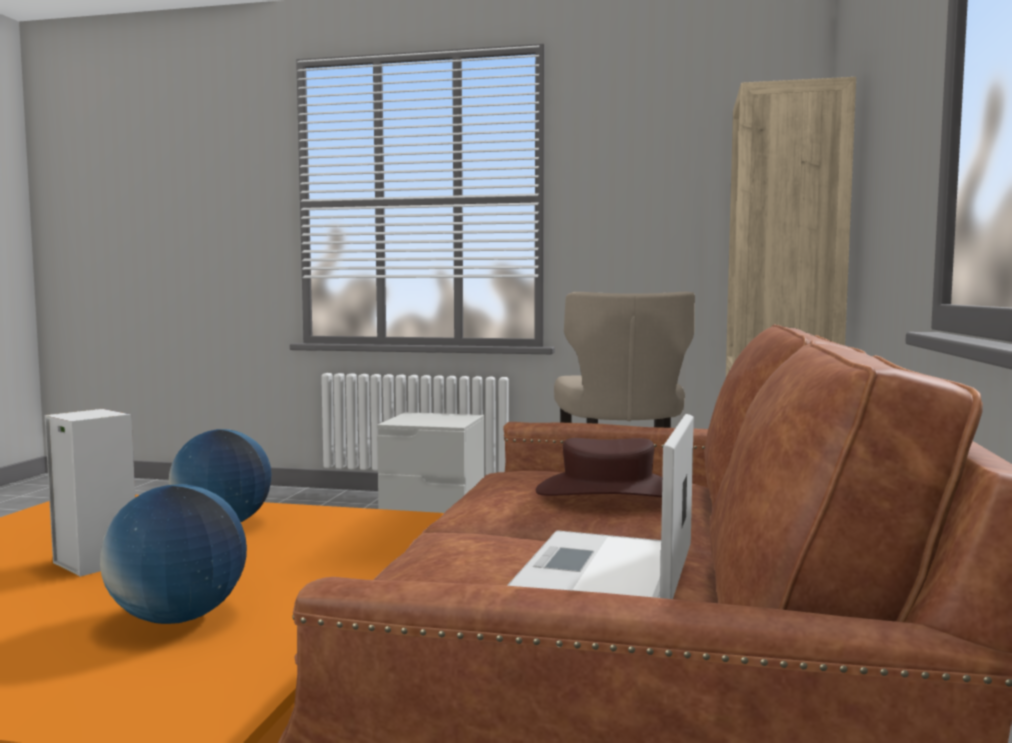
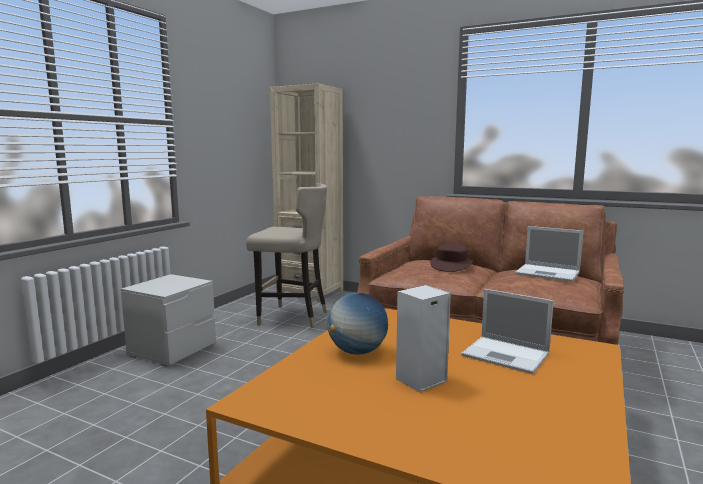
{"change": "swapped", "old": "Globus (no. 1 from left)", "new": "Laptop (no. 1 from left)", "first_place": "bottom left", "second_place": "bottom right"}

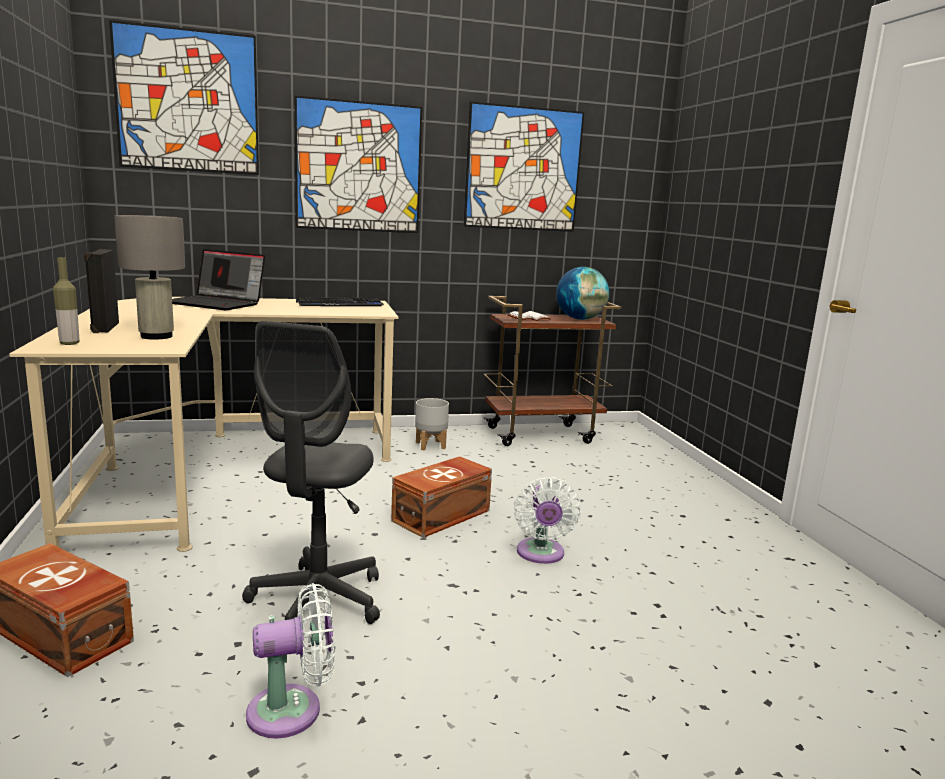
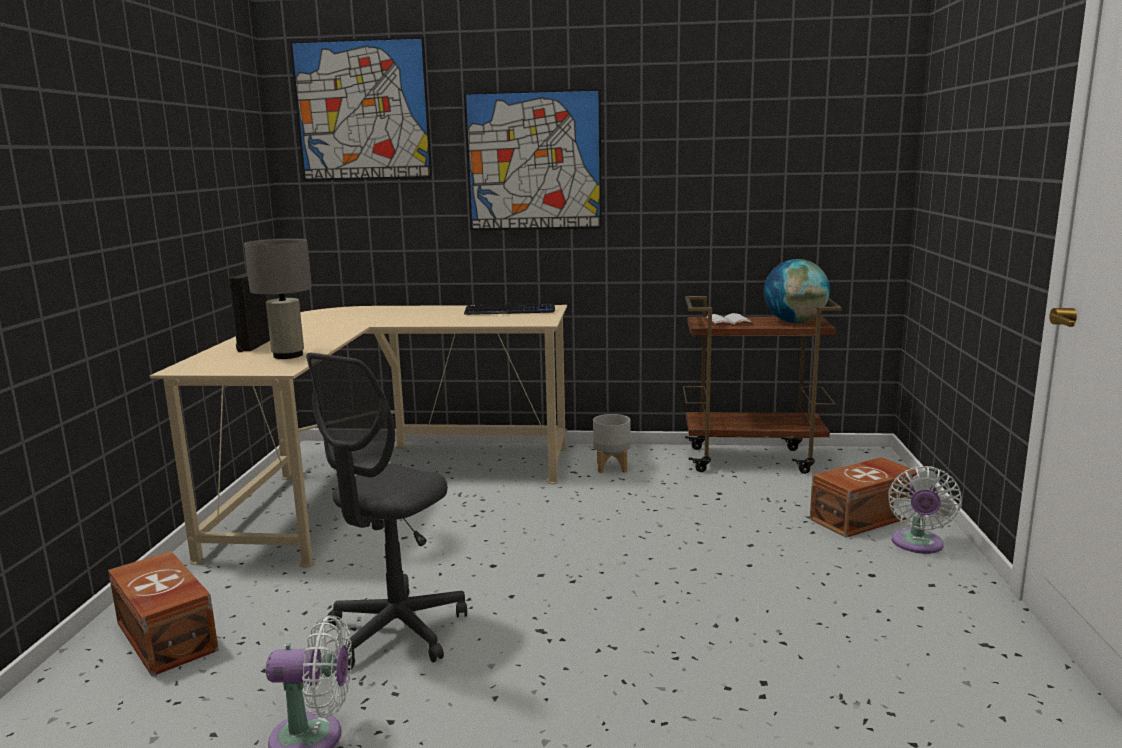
{"change": "gone", "old": "Flasche", "first_place": "middle left"}
{"change": "gone", "old": "Laptop", "first_place": "middle left"}
{"change": "gone", "old": "Bild (no. 3 from left)", "first_place": "top centre"}
{"change": "shifted", "old": "Aufbewahrungsbox [braun] (no. 2 from left)", "first_place": "centre", "second_place": "middle right"}
{"change": "shifted", "old": "Ventilator [weiß] (no. 2 from left)", "first_place": "bottom centre", "second_place": "bottom right"}

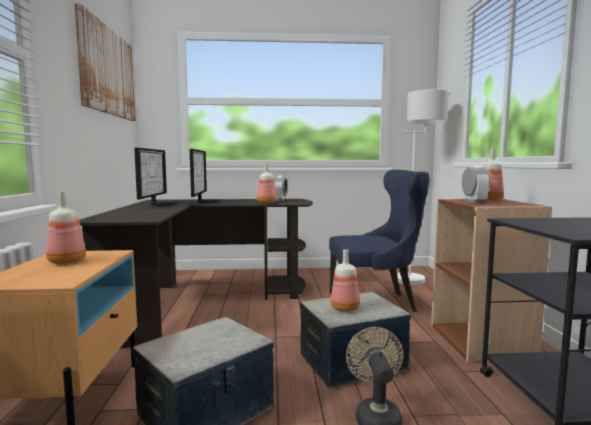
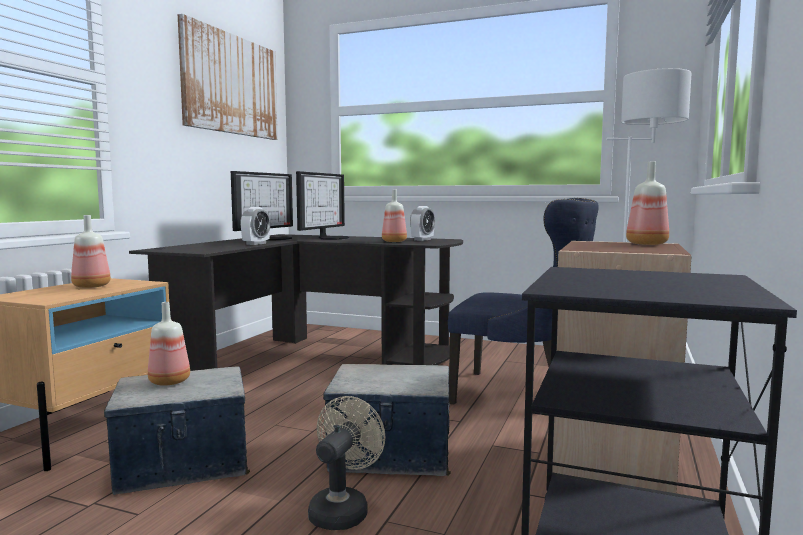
{"change": "shifted", "old": "Flasche (no. 3 from left in the first image)", "new": "Flasche (no. 2 from left)", "first_place": "centre", "second_place": "middle left"}
{"change": "shifted", "old": "Wecker (no. 2 from left in the first image)", "new": "Wecker (no. 1 from left)", "first_place": "middle right", "second_place": "middle left"}

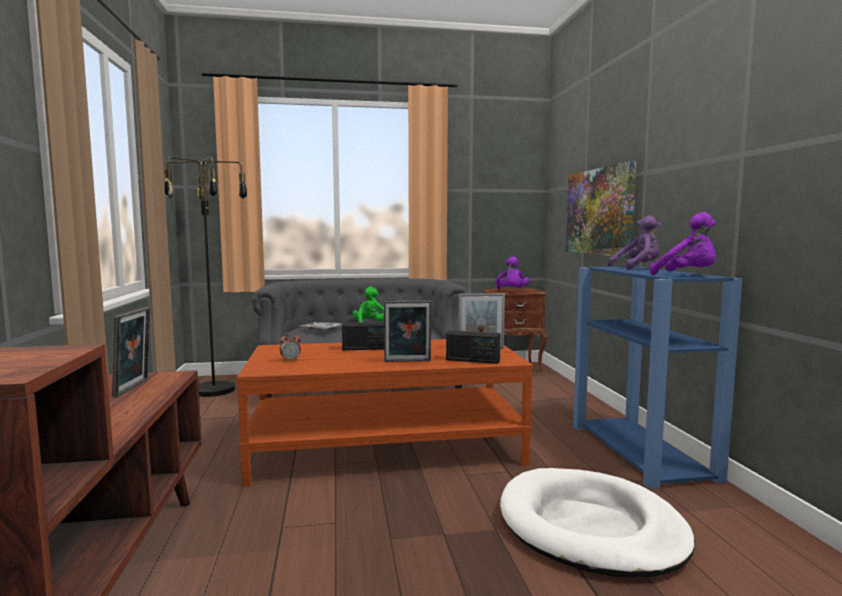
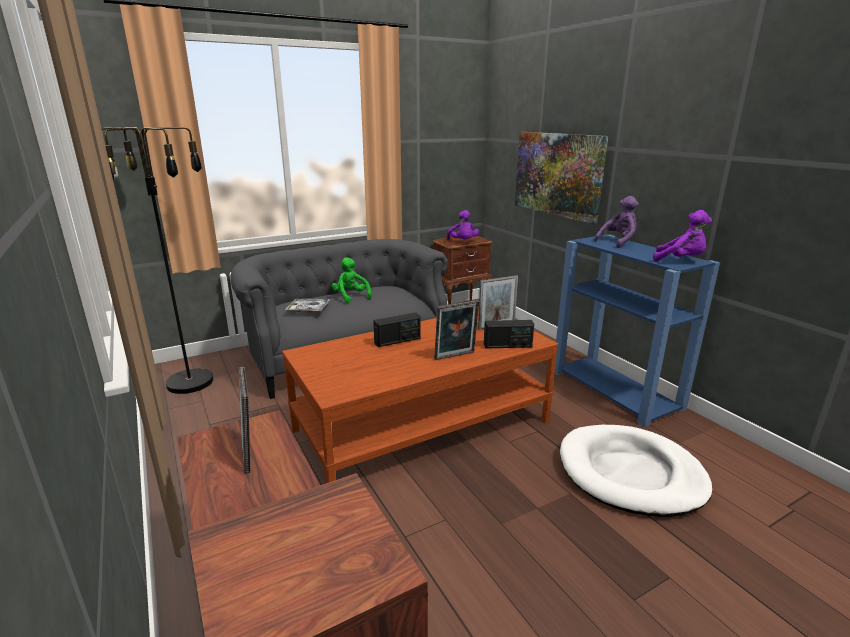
{"change": "gone", "old": "Wecker", "first_place": "centre"}

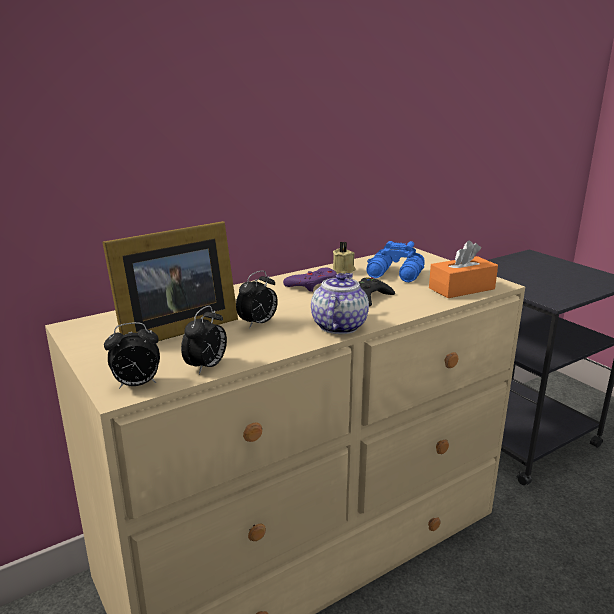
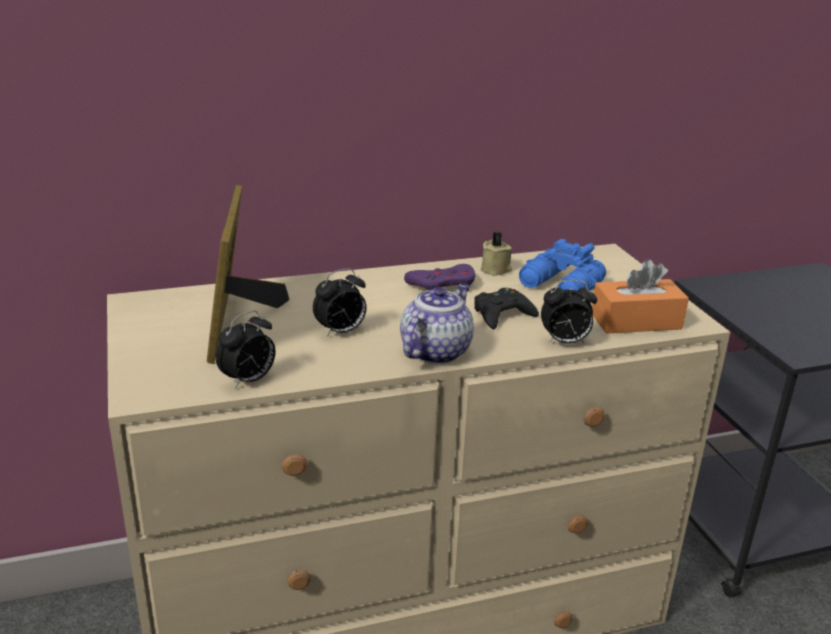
{"change": "shifted", "old": "Wecker (no. 1 from left in the first image)", "new": "Wecker (no. 3 from left)", "first_place": "middle left", "second_place": "middle right"}
{"change": "rotated", "old": "Bilderrahmen", "first_place": "middle left", "second_place": "middle left", "degrees": 105}

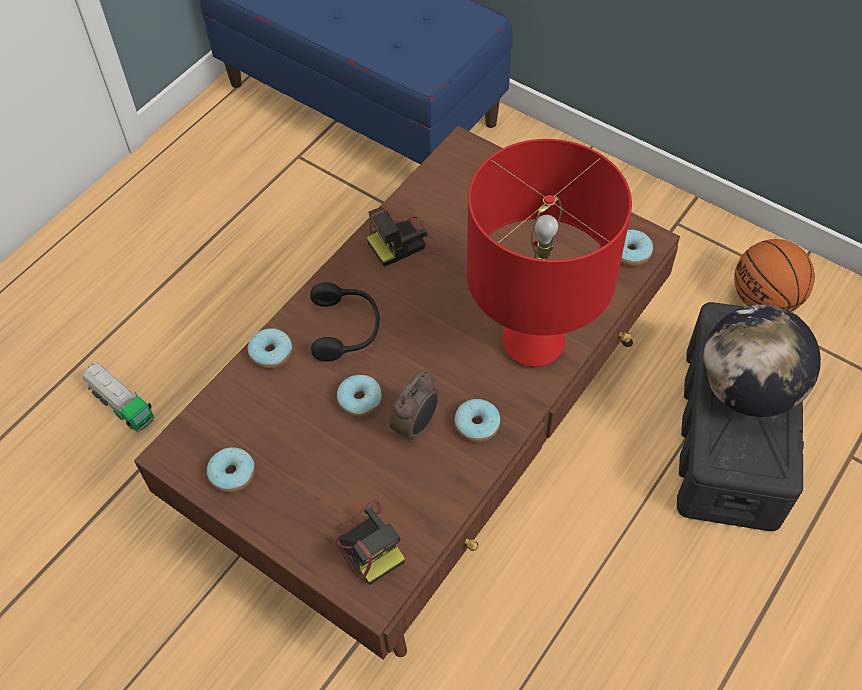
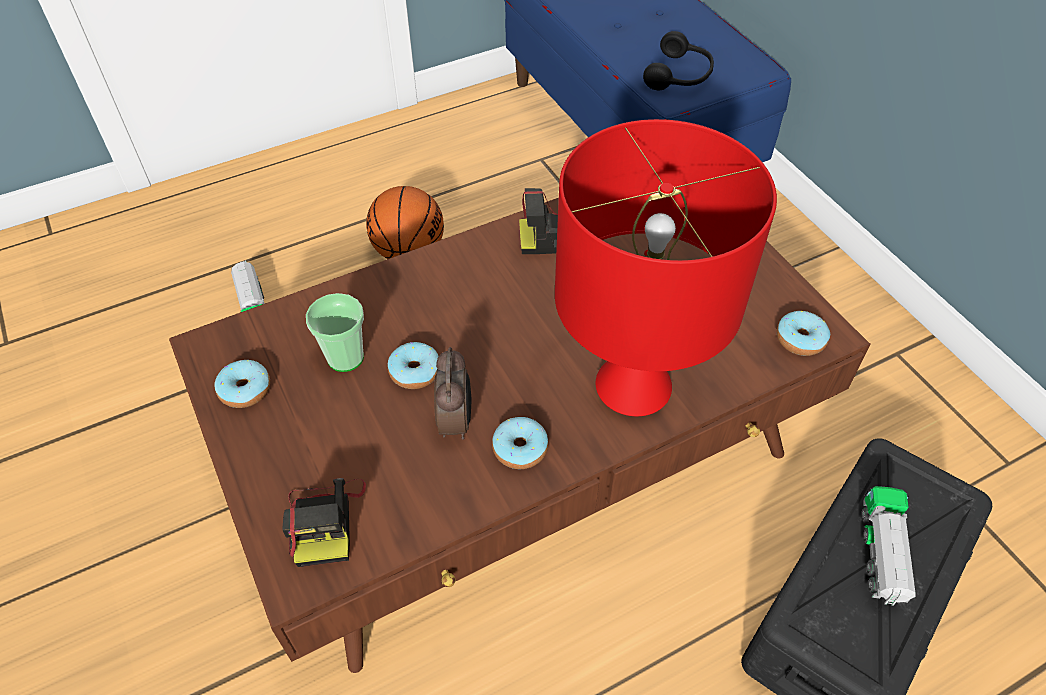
{"change": "gone", "old": "Donut (no. 2 from left)", "first_place": "middle left"}
{"change": "new", "new": "Tasse", "second_place": "middle left"}
{"change": "shifted", "old": "Kopfhörer [schwarz]", "first_place": "centre", "second_place": "top centre"}
{"change": "shifted", "old": "Basketball", "first_place": "middle right", "second_place": "top centre"}
{"change": "swapped", "old": "Globus", "new": "Spielzeuglaster (no. 2 from left)", "first_place": "middle right", "second_place": "bottom right"}
{"change": "rotated", "old": "Wecker", "first_place": "centre", "second_place": "centre", "degrees": -60}

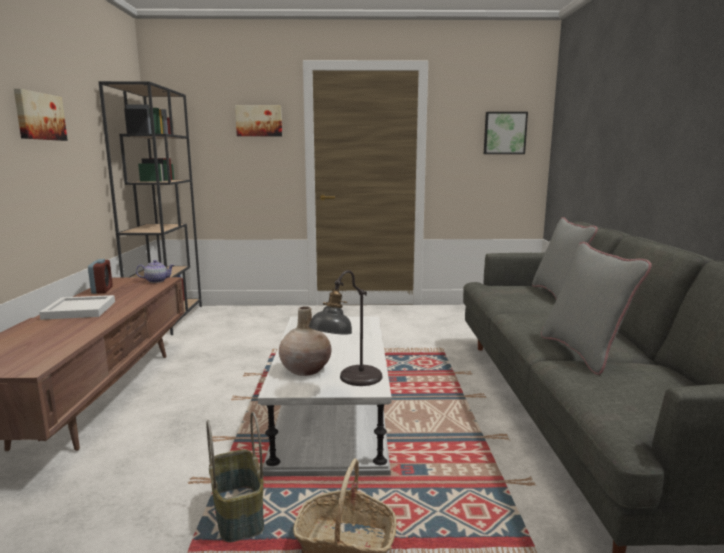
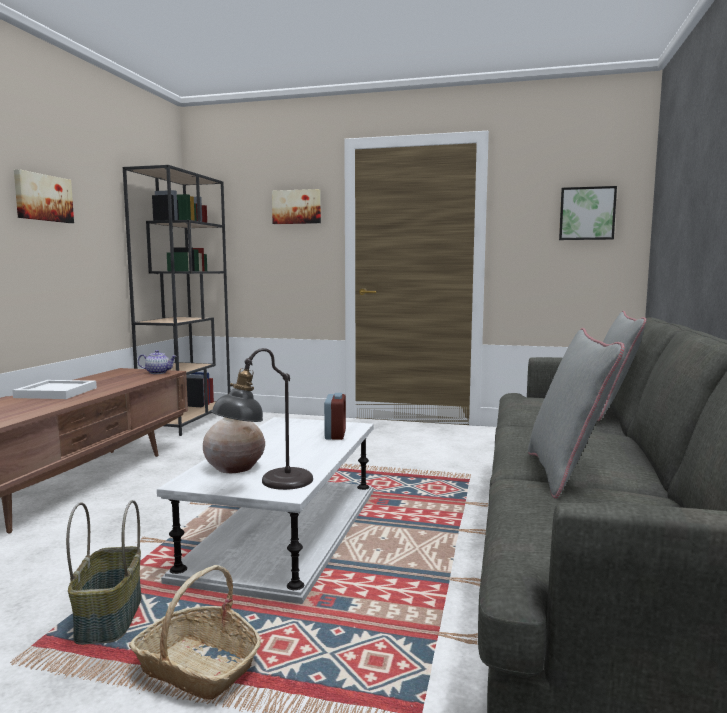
{"change": "shifted", "old": "Wecker", "first_place": "middle left", "second_place": "centre"}

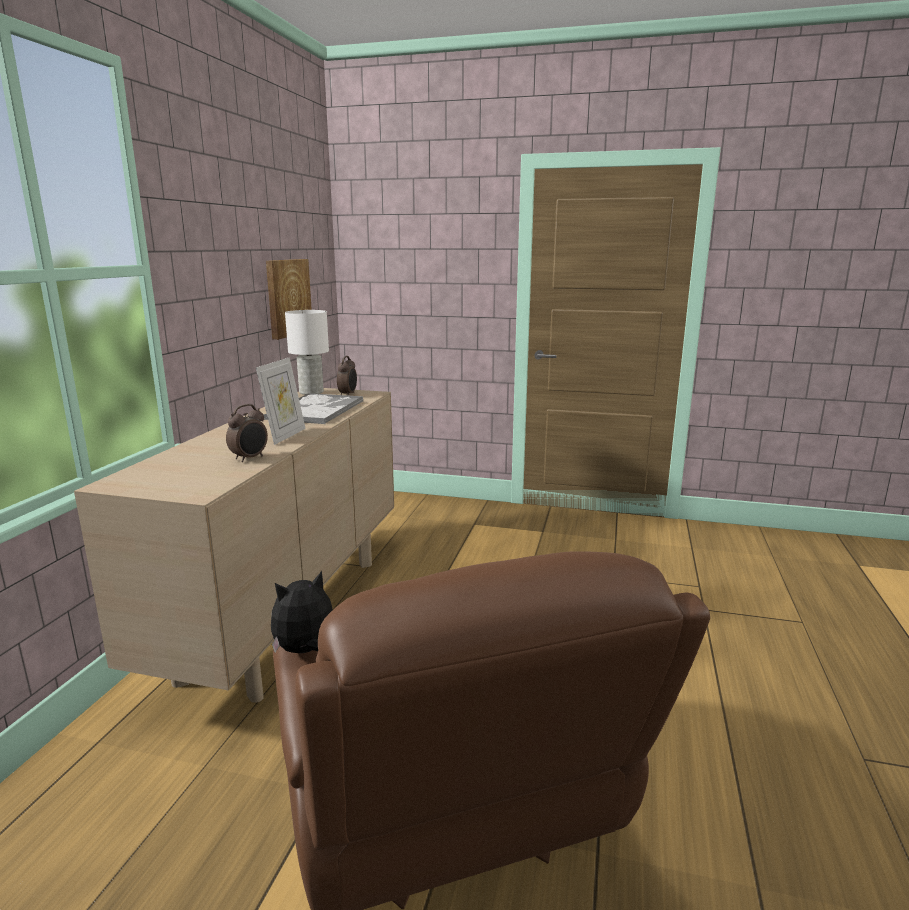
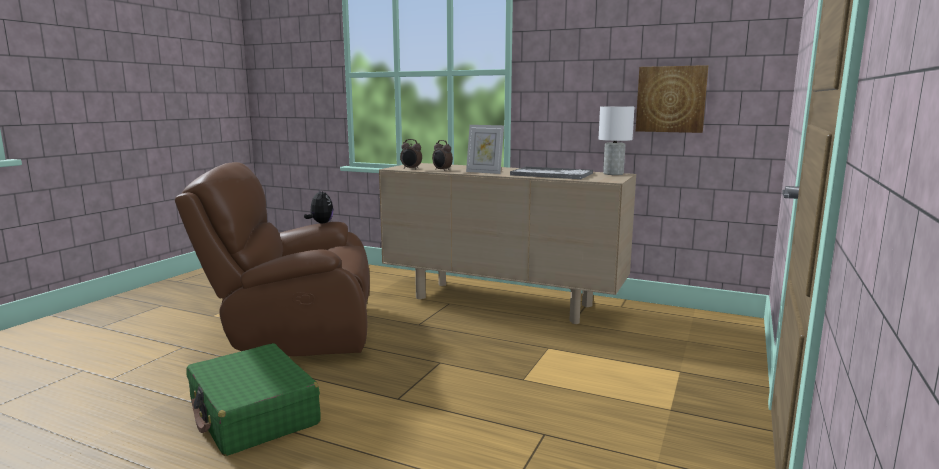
{"change": "new", "new": "Koffer [grün]", "second_place": "bottom left"}
{"change": "shifted", "old": "Wecker (no. 2 from left in the first image)", "new": "Wecker (no. 1 from left)", "first_place": "centre", "second_place": "top centre"}

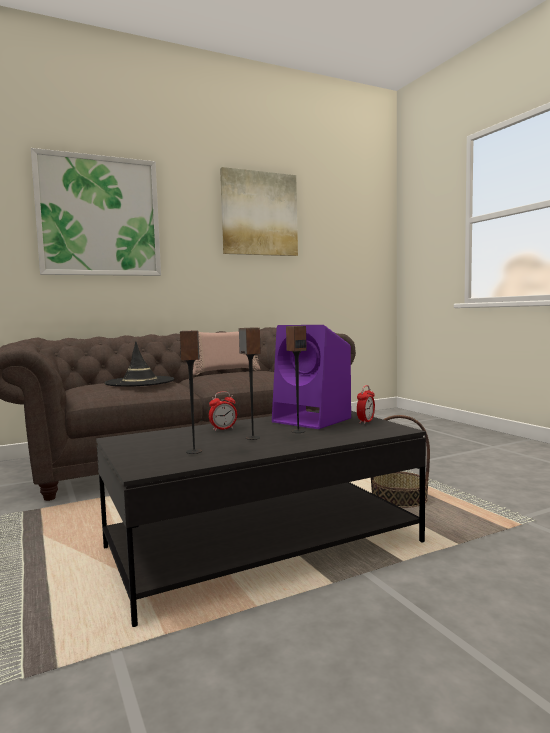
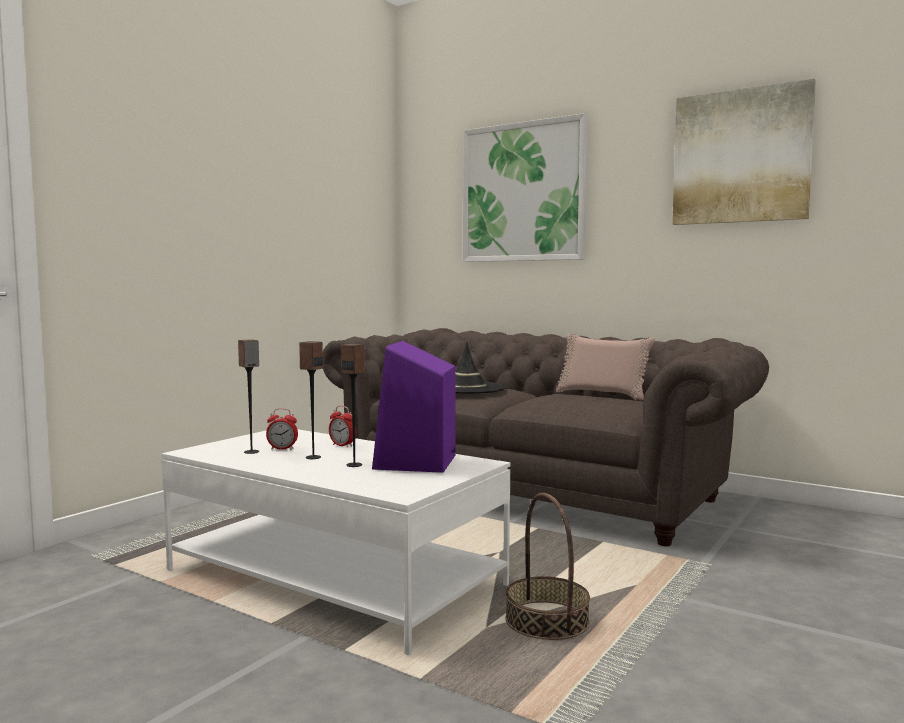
{"change": "shifted", "old": "Wecker (no. 2 from left in the first image)", "new": "Wecker (no. 1 from left)", "first_place": "centre", "second_place": "middle left"}
{"change": "repainted", "old": "Couchtisch [schwarz]", "new": "Couchtisch [weiß]", "first_place": "bottom centre", "second_place": "bottom centre"}

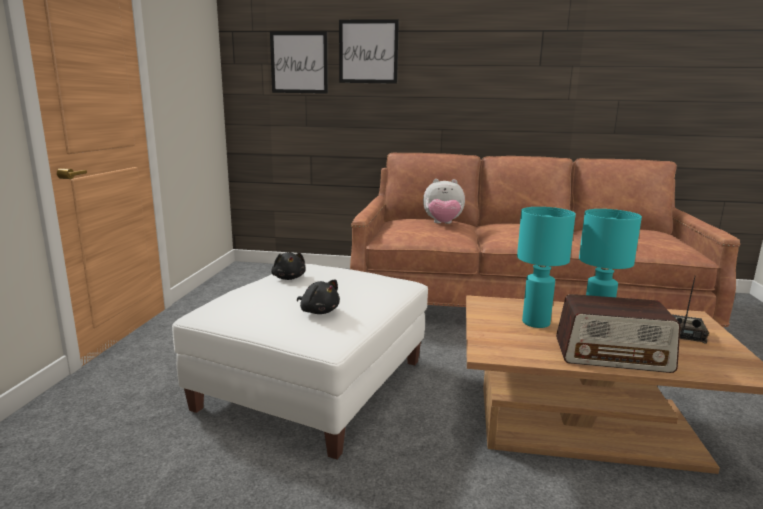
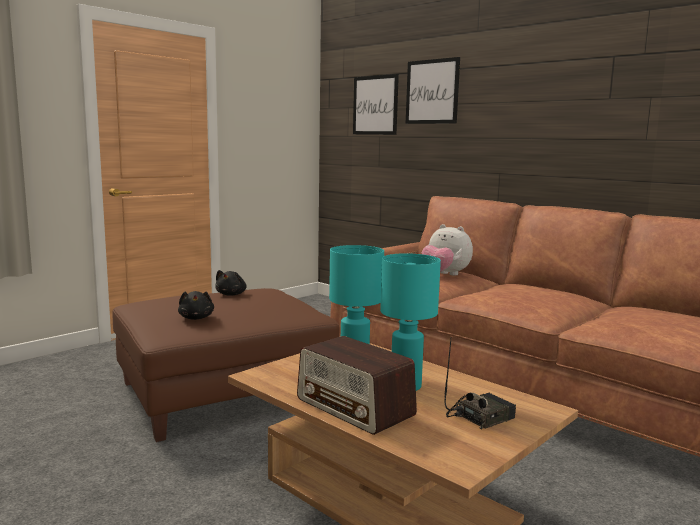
{"change": "repainted", "old": "Polsterhocker [weiß]", "new": "Polsterhocker [braun]", "first_place": "bottom centre", "second_place": "bottom left"}

